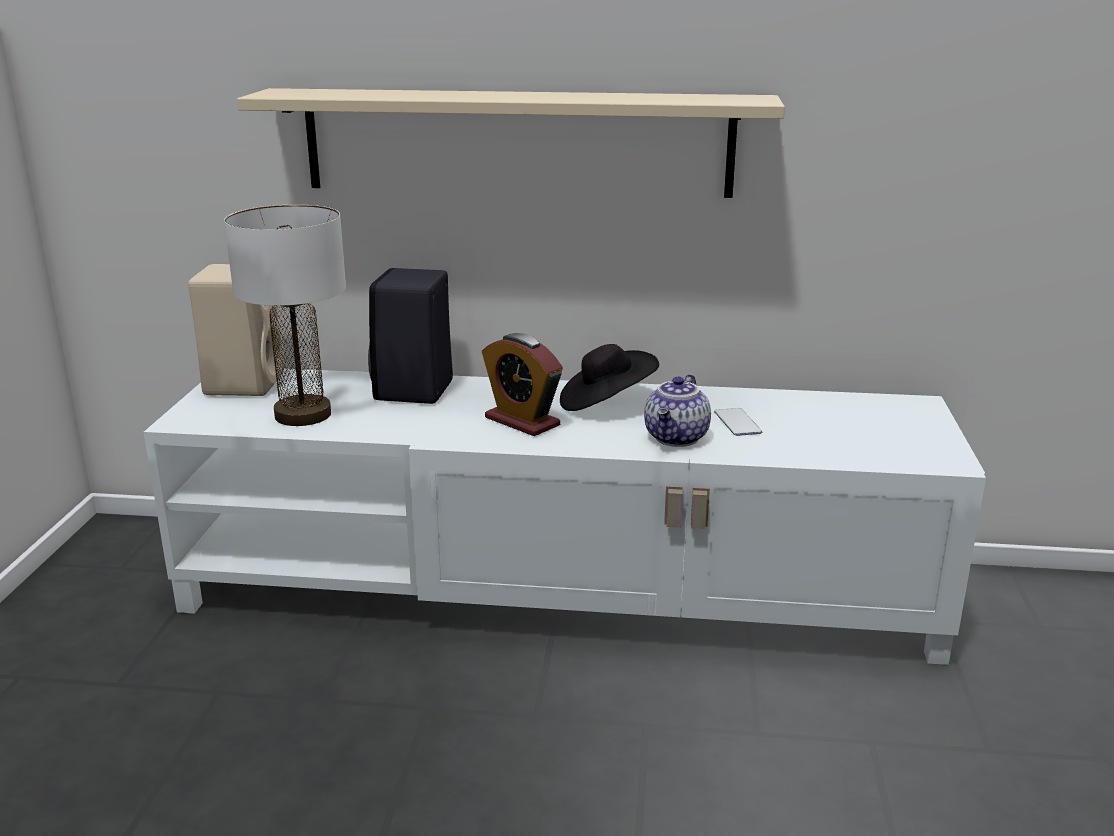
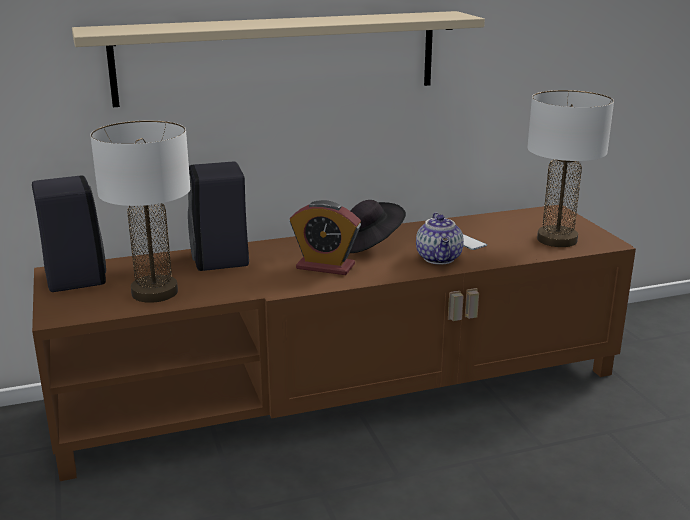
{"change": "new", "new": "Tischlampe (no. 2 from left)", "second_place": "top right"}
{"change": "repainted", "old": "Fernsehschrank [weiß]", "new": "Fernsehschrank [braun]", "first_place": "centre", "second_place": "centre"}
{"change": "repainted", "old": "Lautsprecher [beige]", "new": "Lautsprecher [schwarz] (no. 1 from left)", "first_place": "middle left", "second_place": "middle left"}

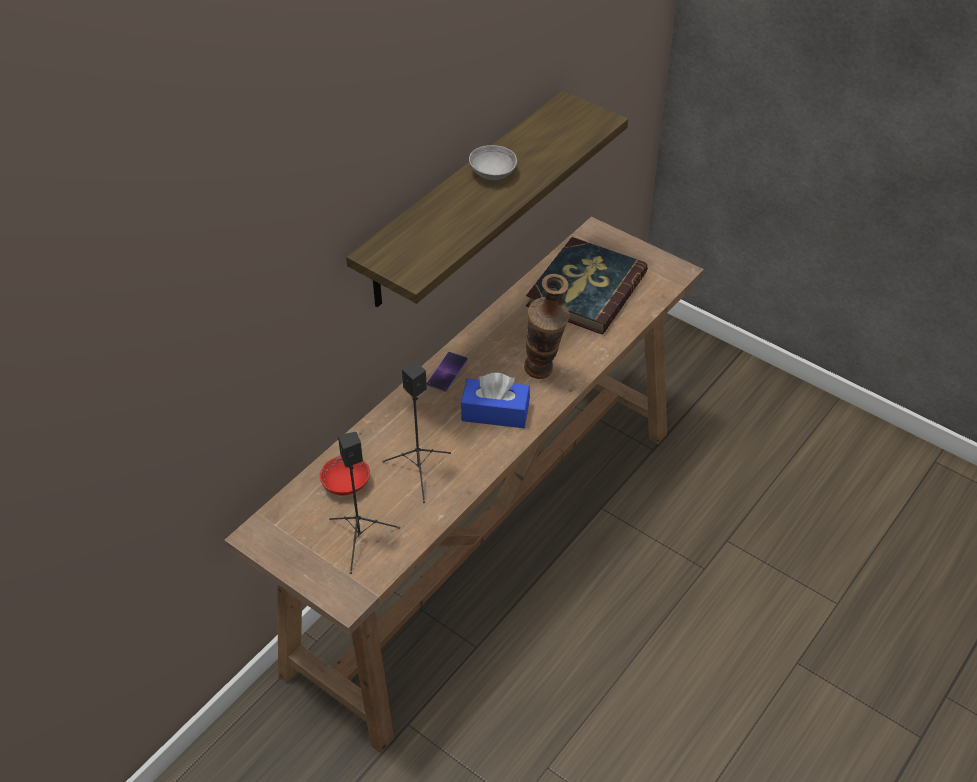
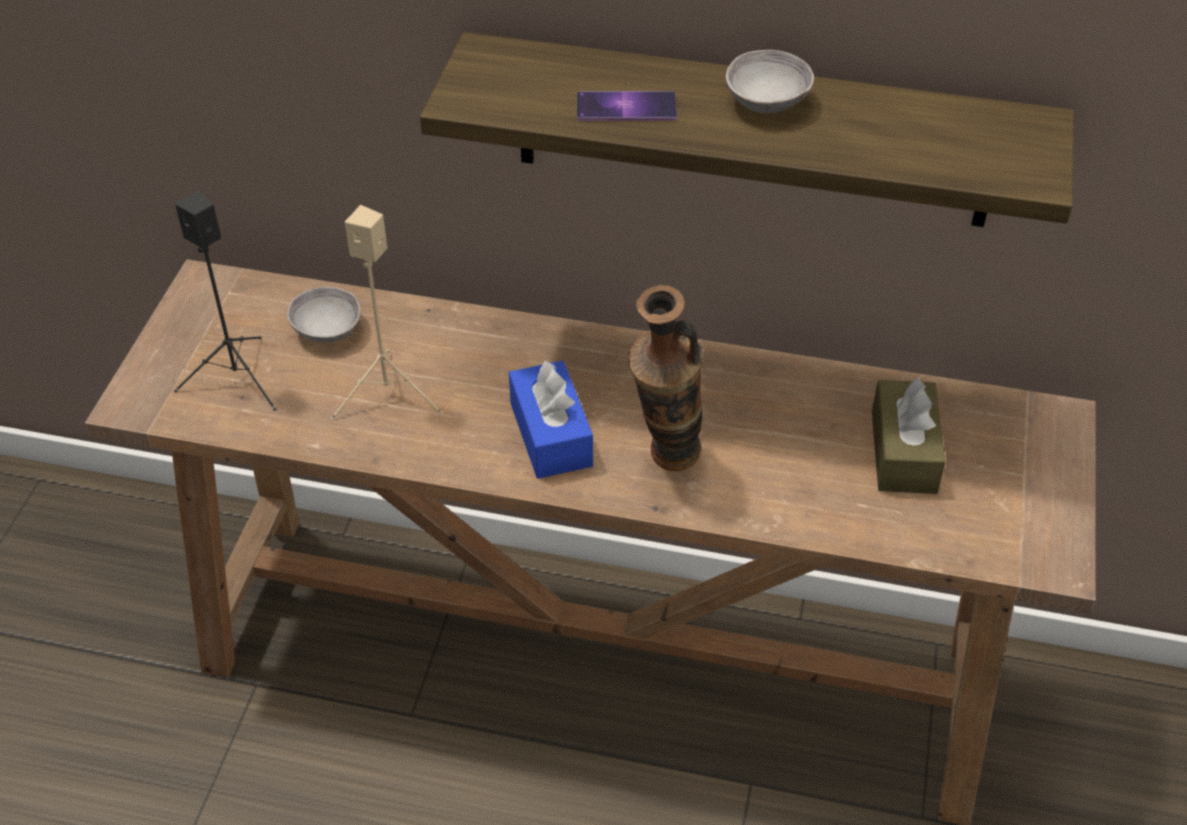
{"change": "shifted", "old": "Handy", "first_place": "centre", "second_place": "top centre"}
{"change": "swapped", "old": "Buch", "new": "Taschentuchbox [braun]", "first_place": "centre", "second_place": "middle right"}
{"change": "repainted", "old": "Schüssel [rot]", "new": "Schüssel [grau] (no. 1 from left)", "first_place": "centre", "second_place": "middle left"}
{"change": "repainted", "old": "Lautsprecher [schwarz] (no. 2 from left)", "new": "Lautsprecher [beige]", "first_place": "centre", "second_place": "middle left"}

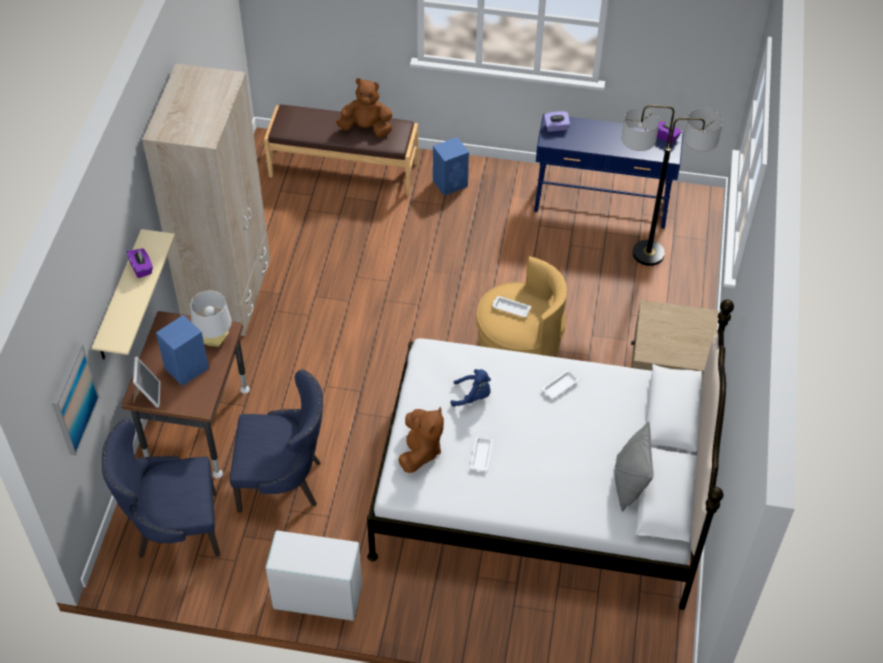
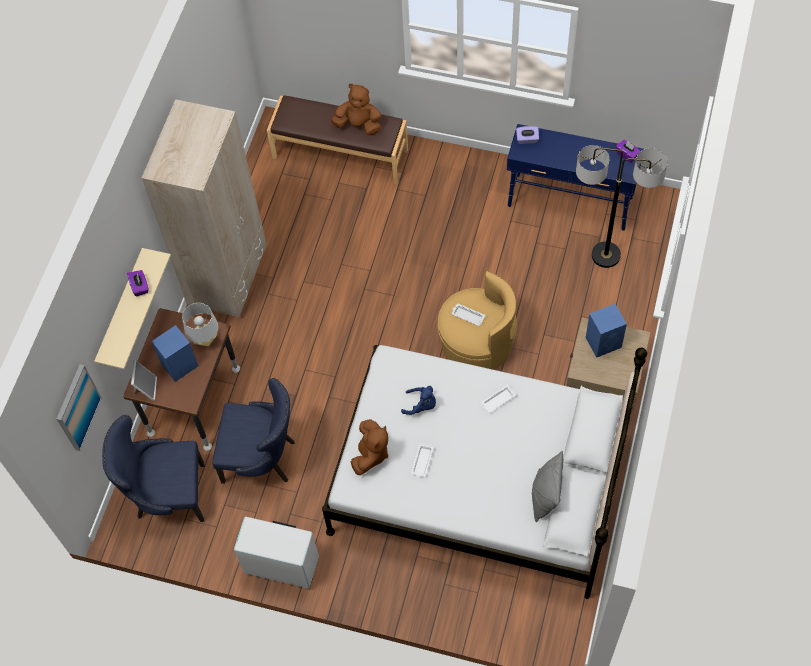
{"change": "shifted", "old": "Lautsprecher [blau] (no. 2 from left)", "first_place": "top centre", "second_place": "middle right"}

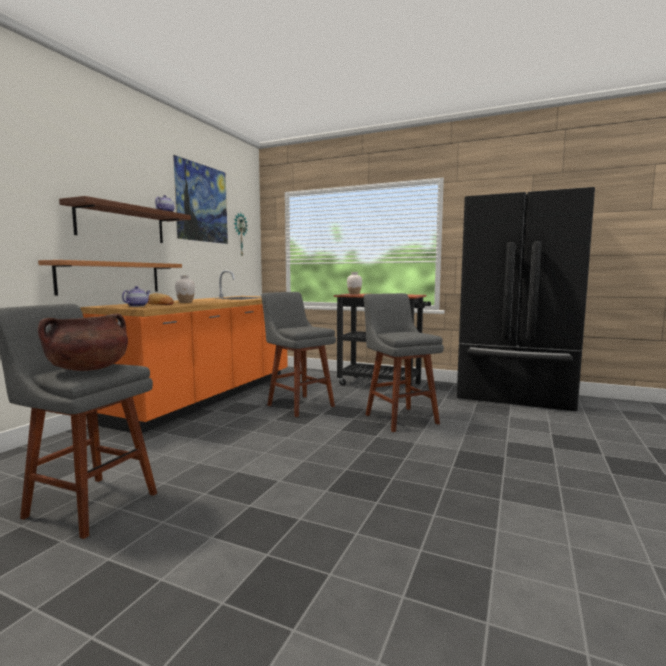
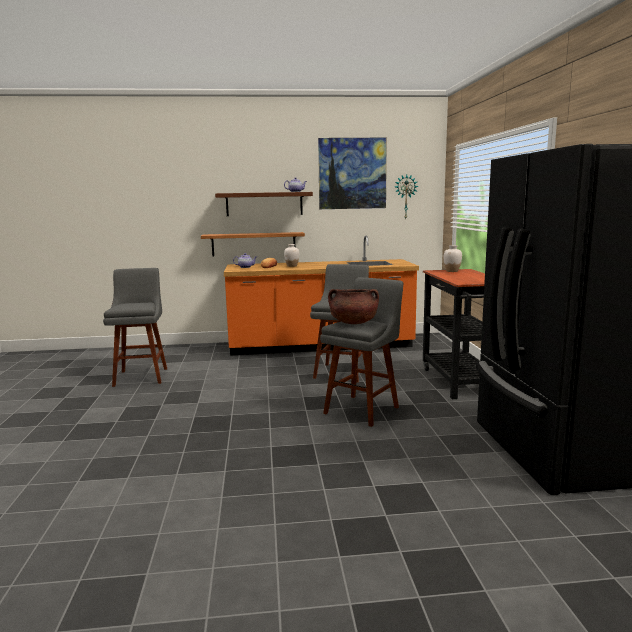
{"change": "shifted", "old": "Kochtopf [braun]", "first_place": "middle left", "second_place": "centre"}

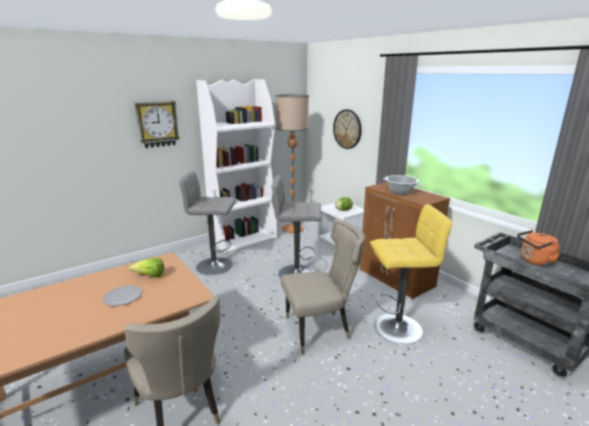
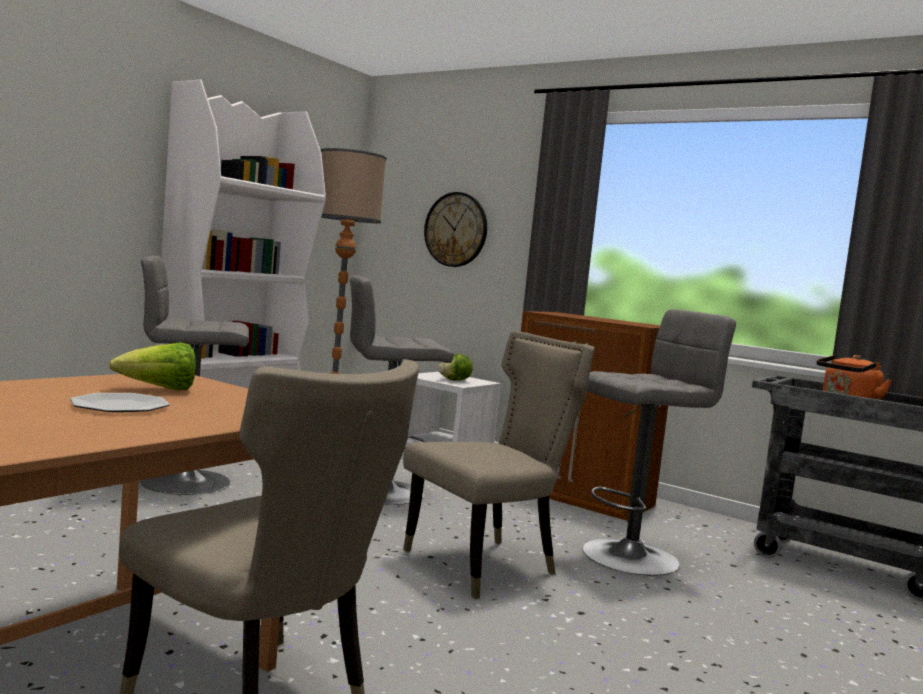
{"change": "gone", "old": "Wanduhr (no. 1 from left)", "first_place": "top left"}
{"change": "gone", "old": "Kochtopf", "first_place": "middle right"}
{"change": "repainted", "old": "Hocker [gelb]", "new": "Hocker [grau] (no. 3 from left)", "first_place": "middle right", "second_place": "middle right"}

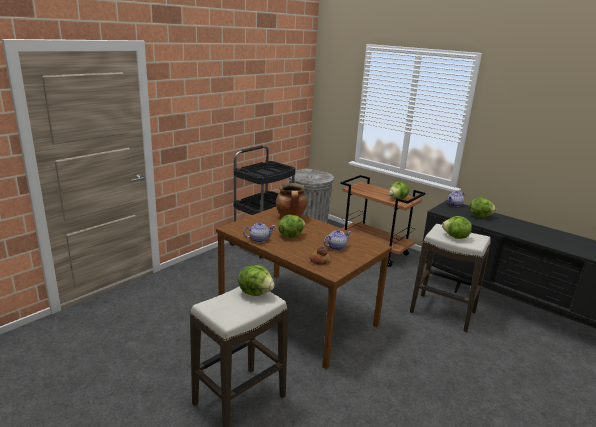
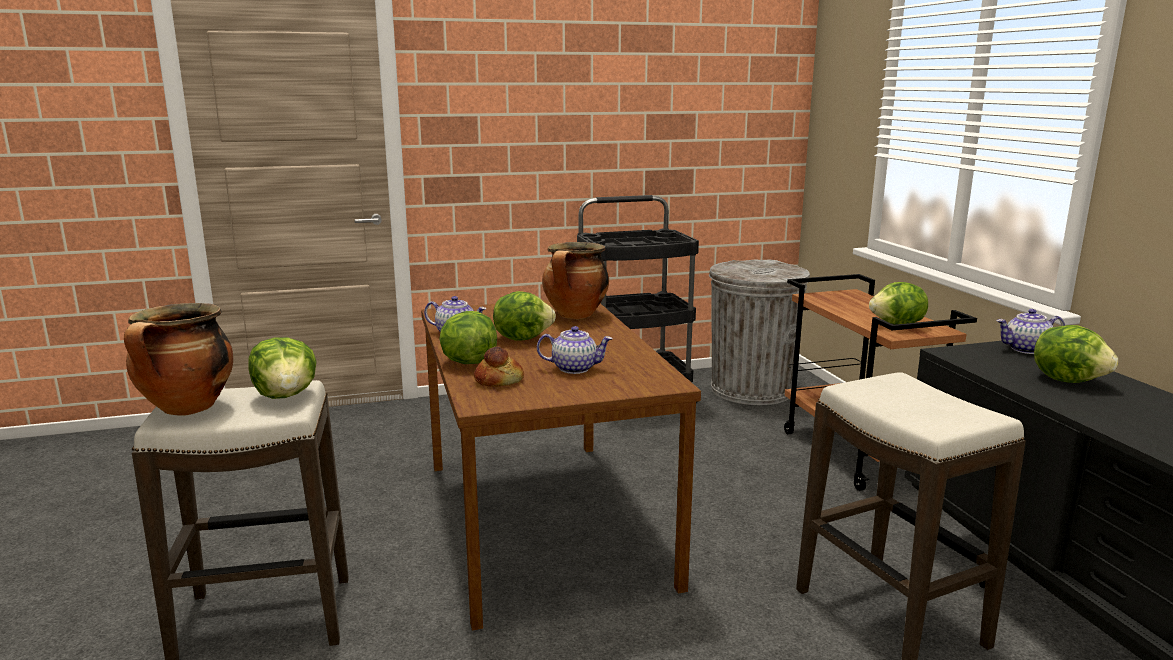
{"change": "new", "new": "Kochtopf (no. 1 from left)", "second_place": "middle left"}
{"change": "shifted", "old": "Salatkopf (no. 4 from left in the first image)", "new": "Salatkopf (no. 2 from left)", "first_place": "middle right", "second_place": "centre"}

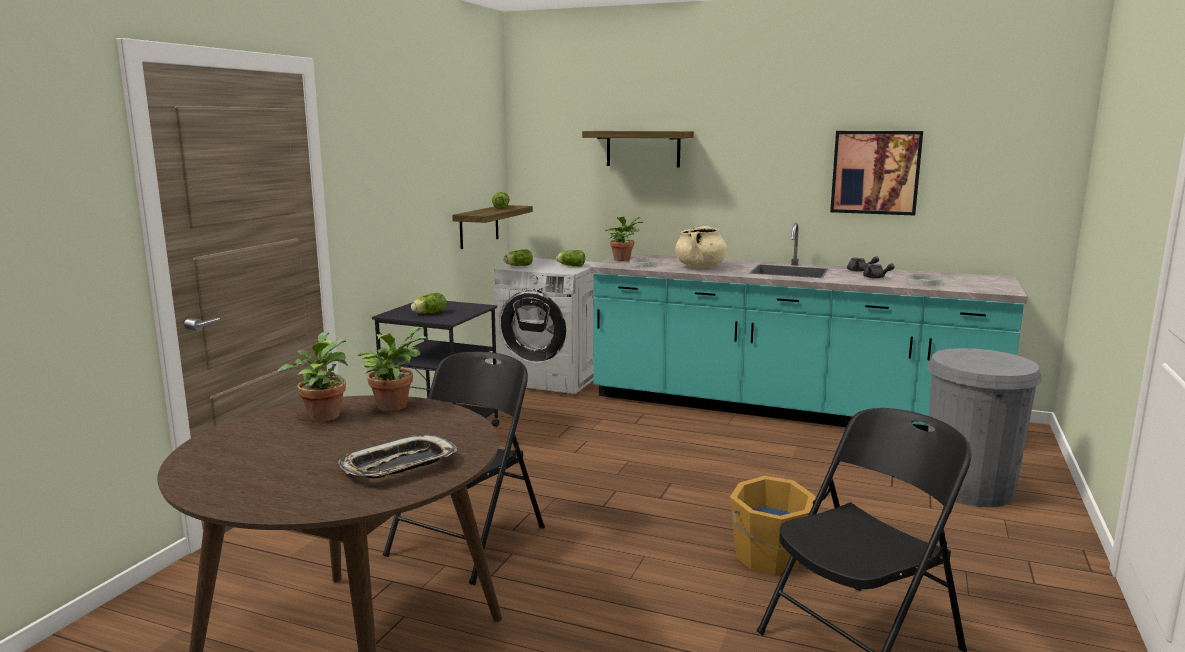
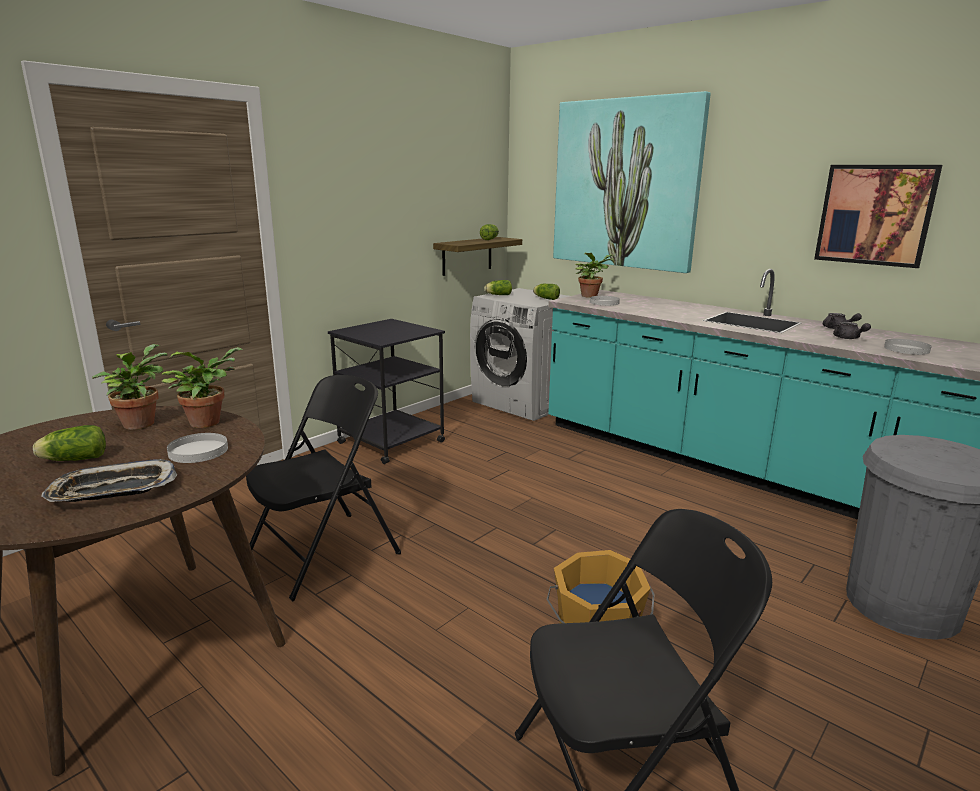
{"change": "gone", "old": "Kochtopf [beige]", "first_place": "centre"}
{"change": "new", "new": "Teller [weiß] (no. 1 from left)", "second_place": "middle left"}
{"change": "shifted", "old": "Salatkopf (no. 1 from left)", "first_place": "centre", "second_place": "middle left"}
{"change": "swapped", "old": "Wandregal (no. 2 from left)", "new": "Bild (no. 1 from left)", "first_place": "top centre", "second_place": "top centre"}

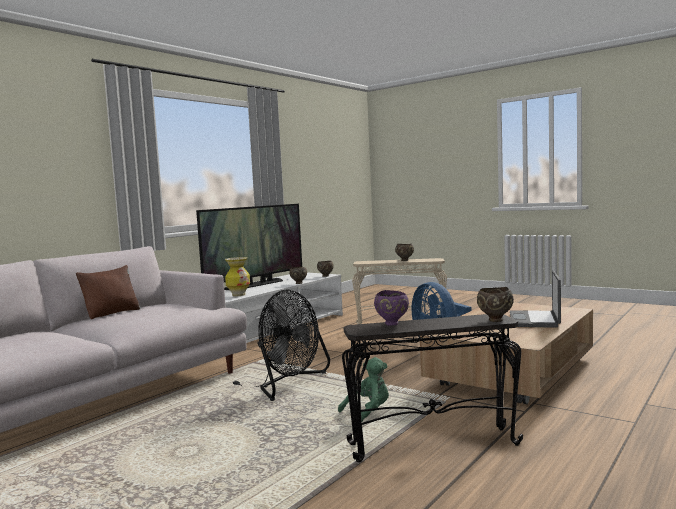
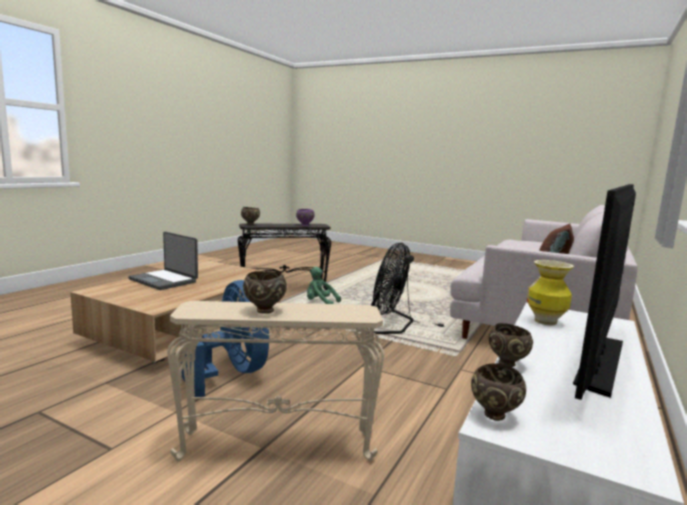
{"change": "rotated", "old": "Plüschtier [grün]", "first_place": "bottom centre", "second_place": "centre", "degrees": 60}
{"change": "rotated", "old": "Laptop", "first_place": "middle right", "second_place": "middle left", "degrees": 120}

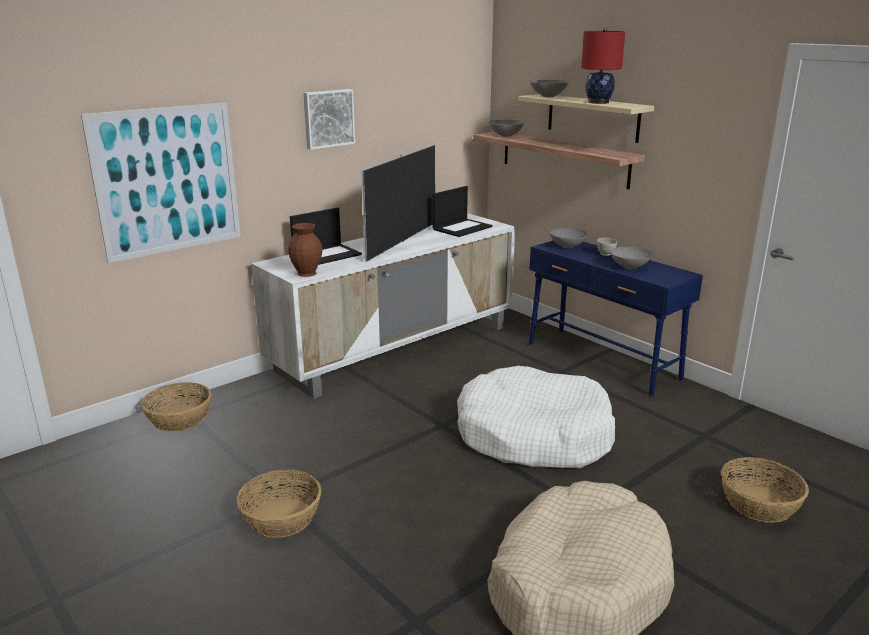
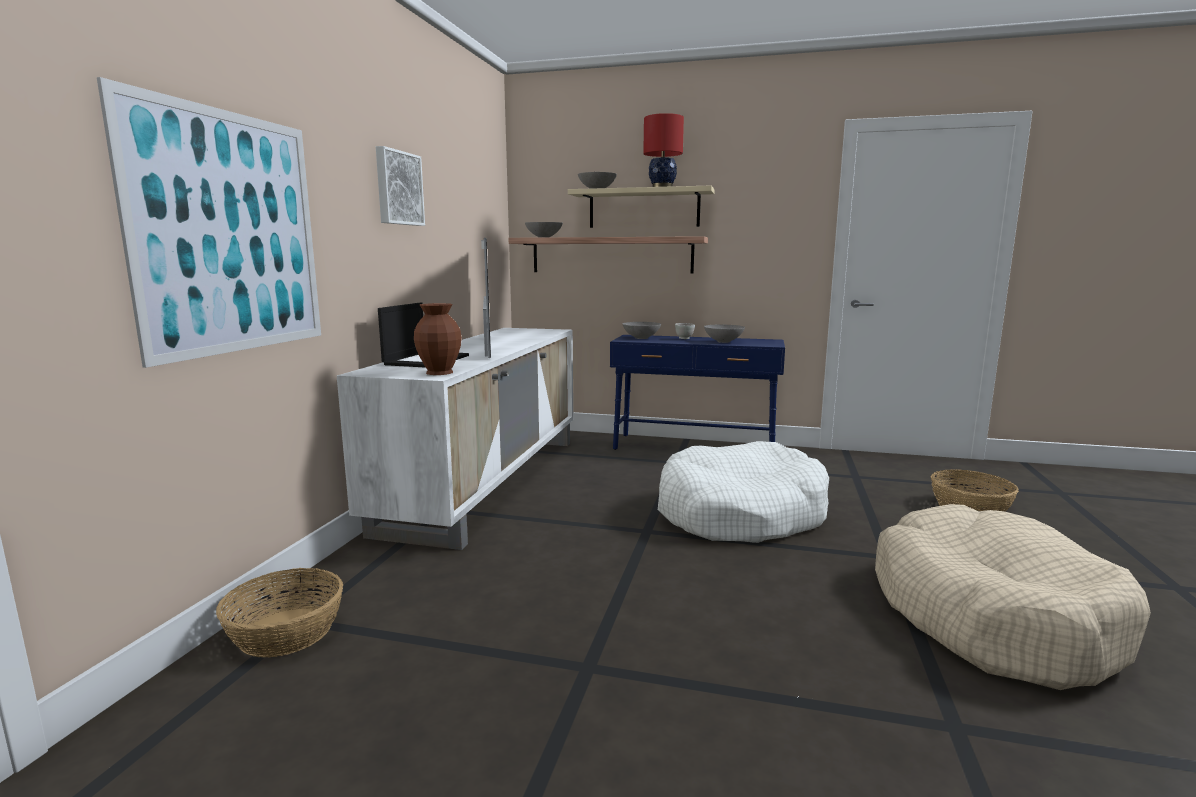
{"change": "gone", "old": "Korb (no. 2 from left)", "first_place": "bottom left"}
{"change": "gone", "old": "Laptop (no. 2 from left)", "first_place": "top centre"}

